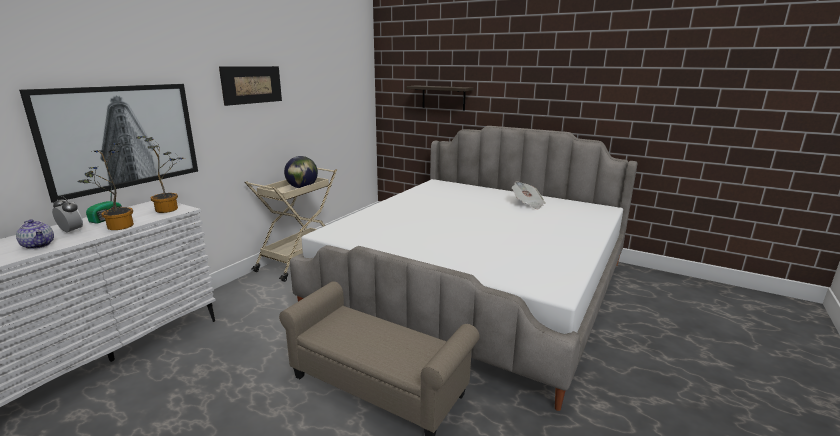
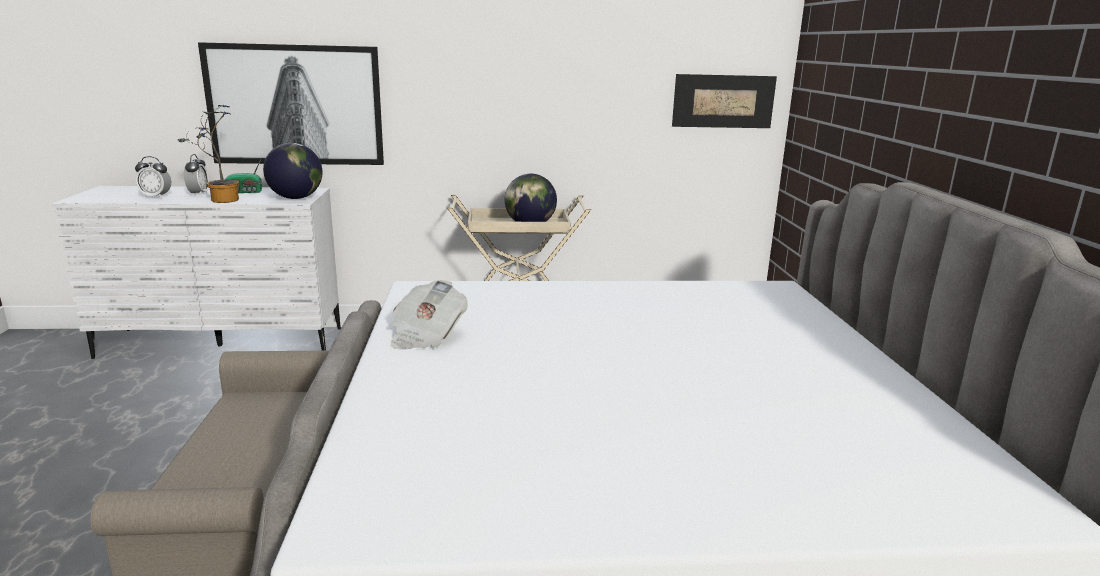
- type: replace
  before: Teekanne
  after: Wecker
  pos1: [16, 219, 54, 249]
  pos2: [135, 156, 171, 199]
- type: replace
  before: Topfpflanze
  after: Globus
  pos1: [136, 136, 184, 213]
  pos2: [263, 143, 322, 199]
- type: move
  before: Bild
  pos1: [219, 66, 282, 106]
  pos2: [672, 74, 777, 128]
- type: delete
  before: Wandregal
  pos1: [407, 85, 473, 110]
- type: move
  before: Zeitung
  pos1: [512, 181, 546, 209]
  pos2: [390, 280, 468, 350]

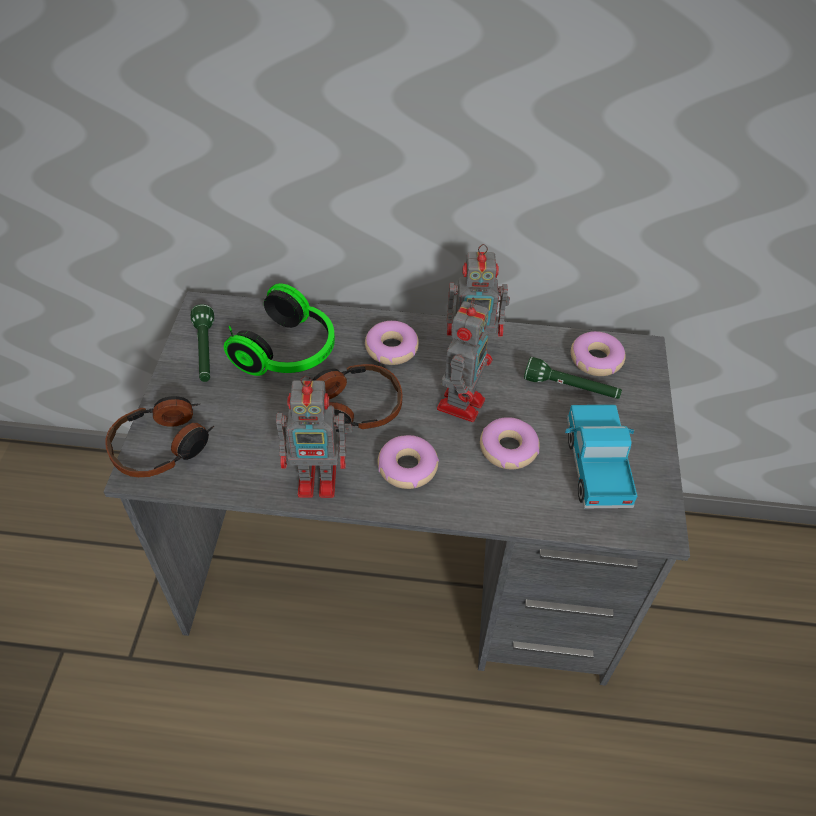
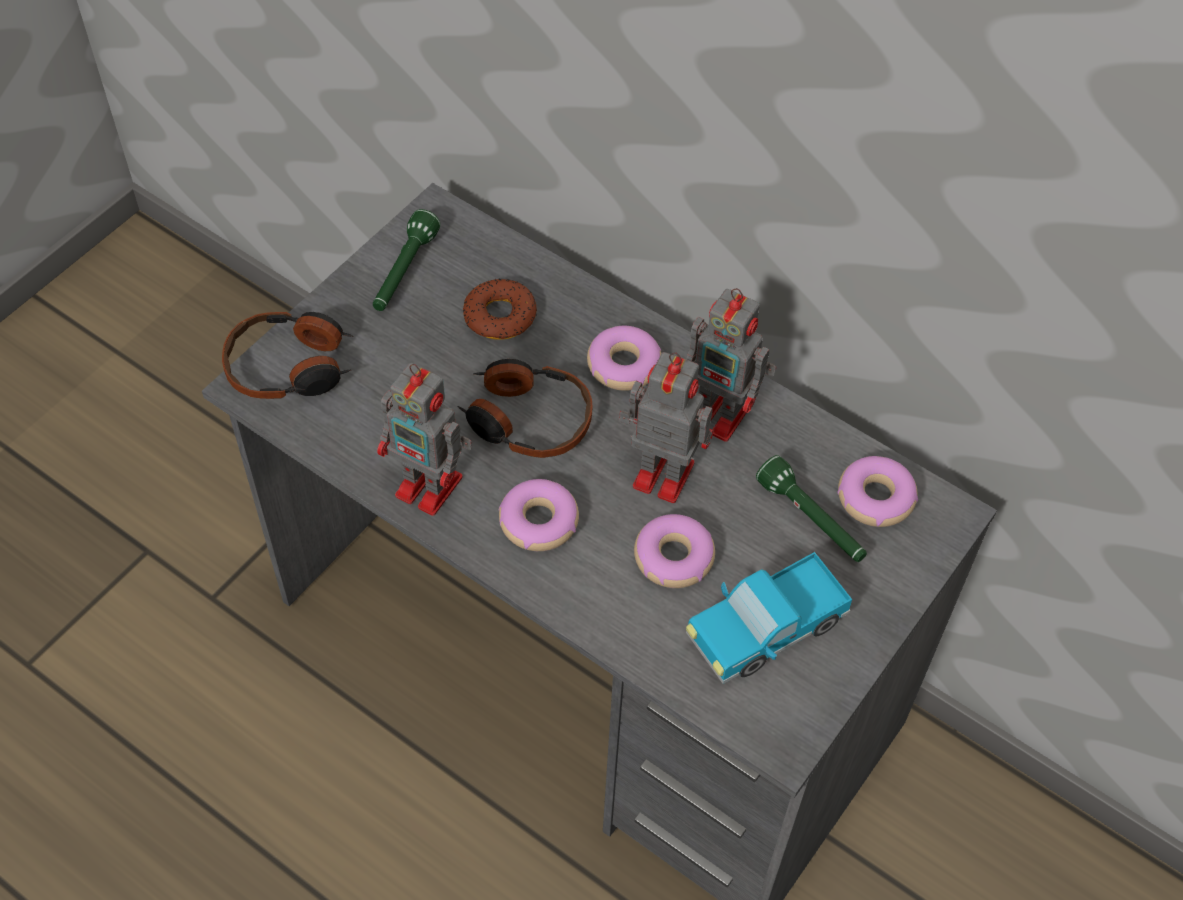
- type: replace
  before: Kopfhörer
  after: Donut
  pos1: [224, 283, 335, 376]
  pos2: [463, 278, 537, 340]
- type: rotate
  before: Spielzeugroboter
  pos1: [437, 297, 492, 422]
  pos2: [619, 352, 713, 503]
  turn: -120
- type: rotate
  before: Spielzeuglaster
  pos1: [565, 405, 637, 508]
  pos2: [686, 552, 852, 684]
  turn: -150

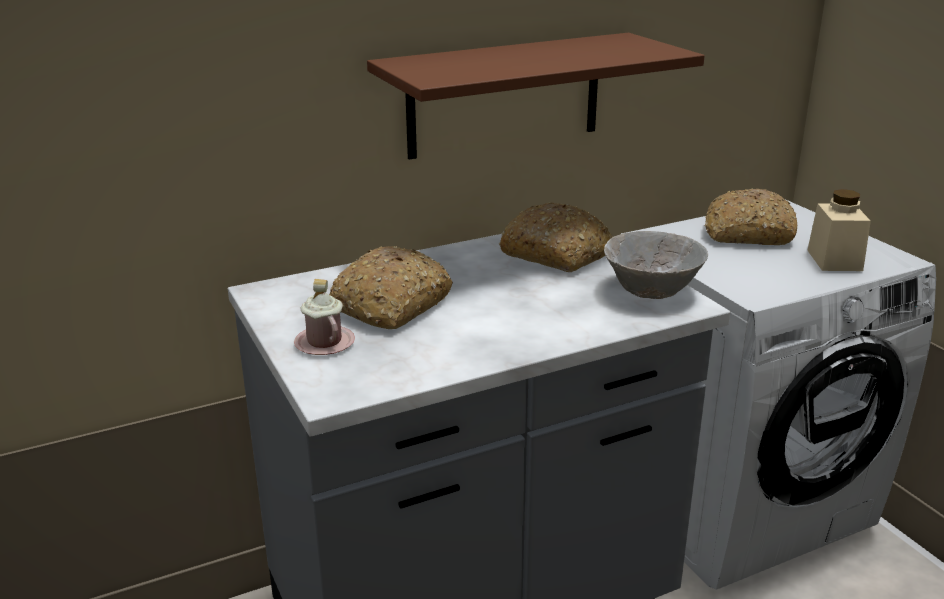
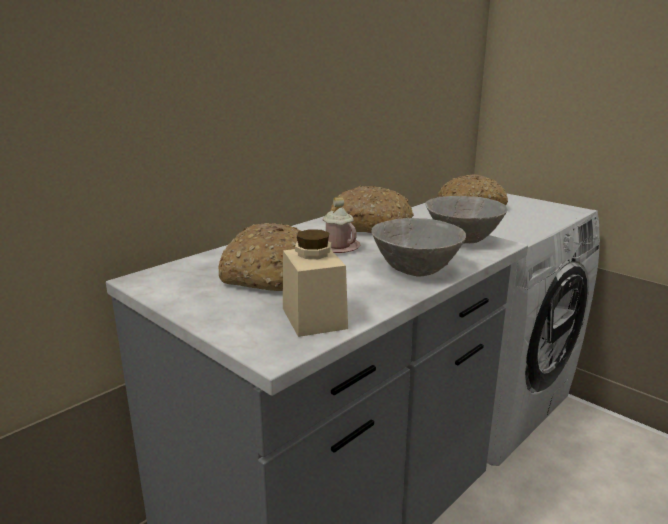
- type: move
  before: Henkelbecher (rosa)
  pos1: [294, 279, 355, 355]
  pos2: [323, 197, 360, 253]
- type: delete
  before: Wandregal (braun)
  pos1: [367, 33, 705, 159]
- type: move
  before: Vorratsglas (beige)
  pos1: [807, 189, 871, 271]
  pos2: [283, 229, 348, 337]
- type: insert
  after: Schüssel (grau)
  pos2: [371, 218, 466, 277]

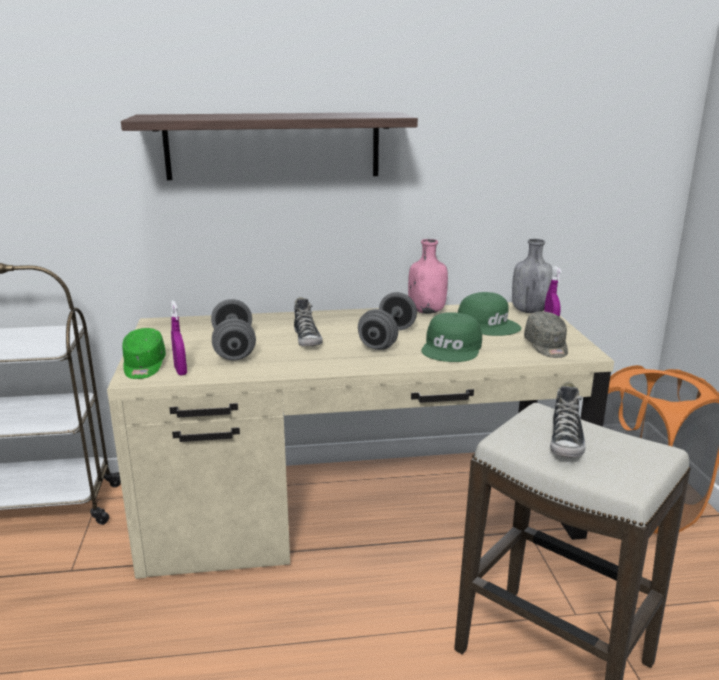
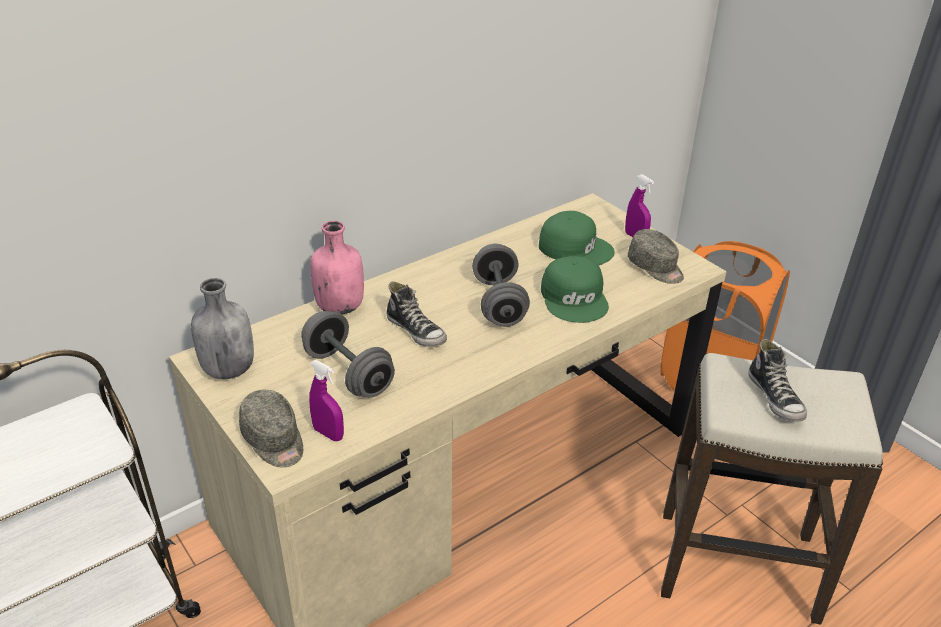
- type: delete
  before: Wandregal
  pos1: [121, 112, 418, 180]
- type: recolor
  before: Kappe (grün)
  after: Kappe (grau)
  pos1: [122, 328, 166, 379]
  pos2: [239, 390, 303, 467]
- type: move
  before: Flasche (rosa)
  pos1: [408, 239, 448, 314]
  pos2: [310, 221, 364, 314]
- type: move
  before: Flasche (grau)
  pos1: [512, 239, 553, 313]
  pos2: [191, 278, 254, 379]

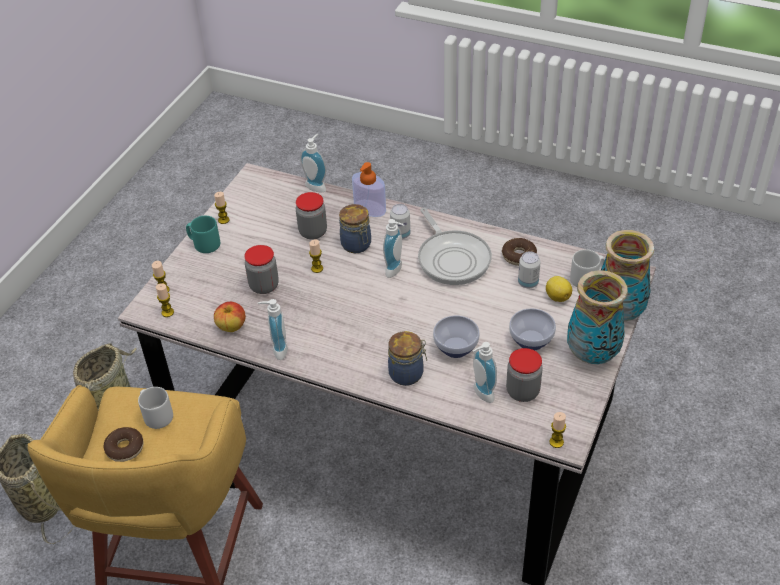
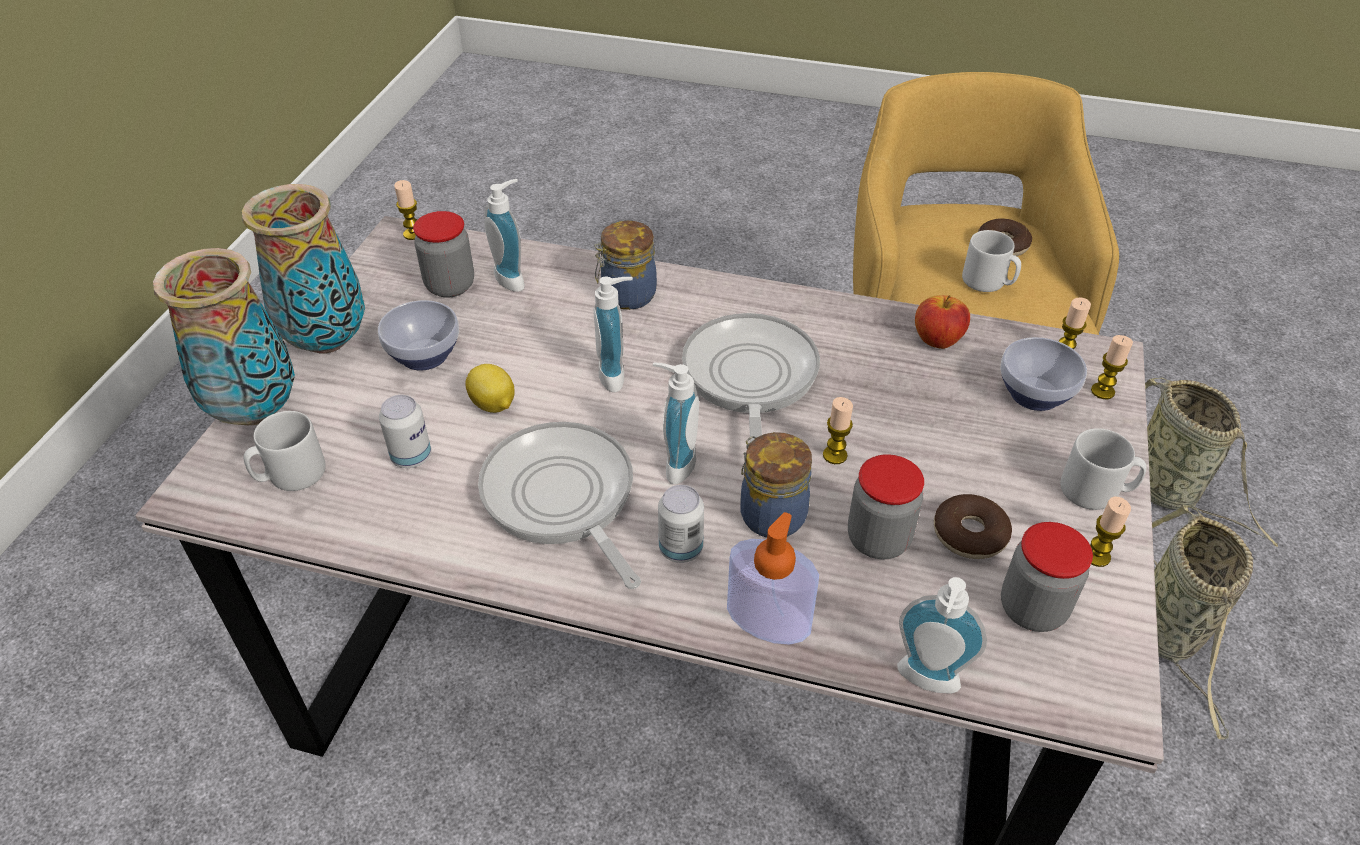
- type: recolor
  before: Henkelbecher (türkis)
  after: Henkelbecher (grau)
  pos1: [186, 216, 220, 253]
  pos2: [1060, 428, 1146, 510]
- type: move
  before: Vorratsglas
  pos1: [244, 245, 279, 294]
  pos2: [1001, 522, 1093, 632]
- type: move
  before: Seifenspender
  pos1: [258, 299, 288, 360]
  pos2: [593, 277, 633, 392]
- type: move
  before: Schüssel
  pos1: [433, 315, 480, 358]
  pos2: [1000, 337, 1087, 411]
- type: move
  before: Donut
  pos1: [502, 238, 537, 266]
  pos2: [934, 494, 1012, 559]
- type: move
  before: Zitrone
  pos1: [546, 276, 572, 302]
  pos2: [465, 364, 515, 413]
- type: insert
  after: Pfanne
  pos2: [682, 313, 820, 442]

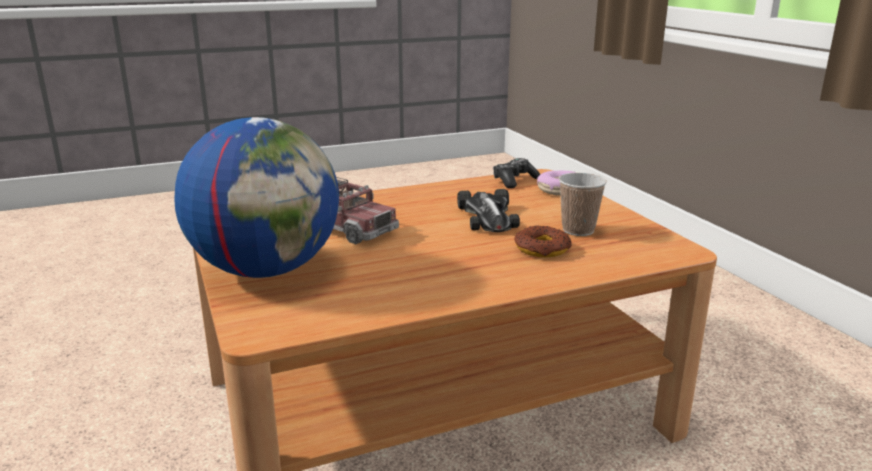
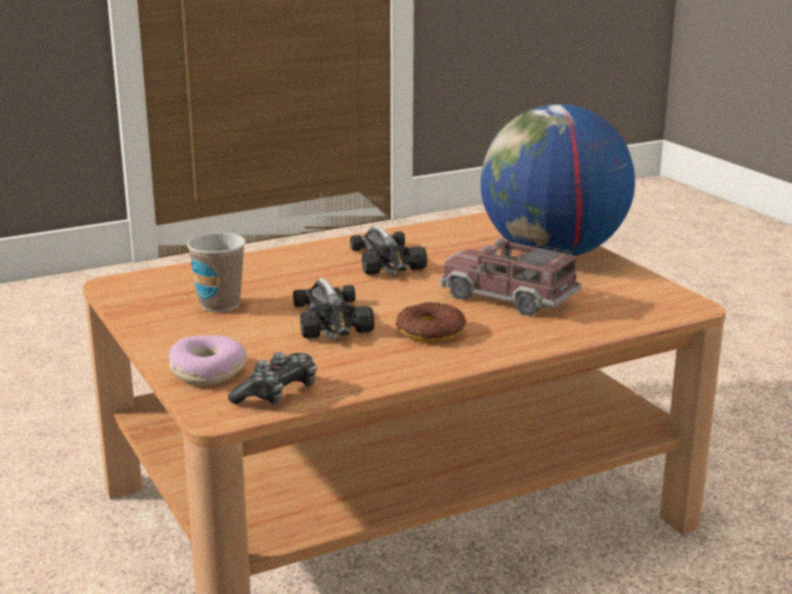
- type: move
  before: Donut
  pos1: [514, 226, 572, 257]
  pos2: [396, 302, 466, 342]
- type: insert
  after: Spielzeugauto
  pos2: [350, 225, 427, 276]

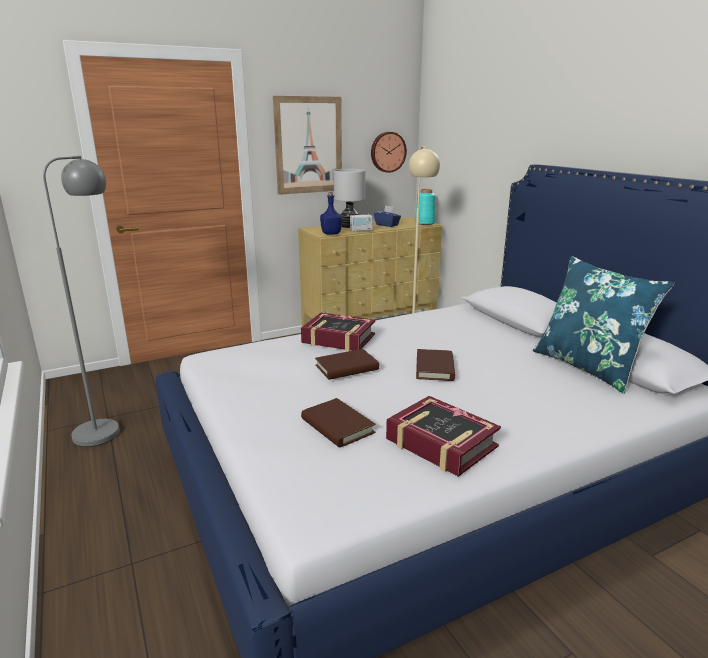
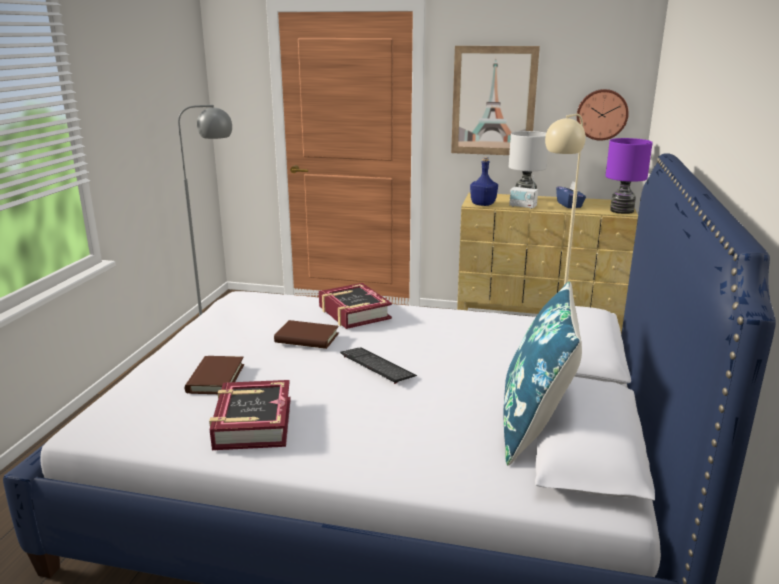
- type: replace
  before: Vase (türkis)
  after: Tischlampe (lila)
  pos1: [415, 189, 435, 225]
  pos2: [605, 138, 653, 214]
- type: replace
  before: Buch (braun)
  after: Tastatur
  pos1: [416, 349, 455, 381]
  pos2: [340, 348, 417, 384]

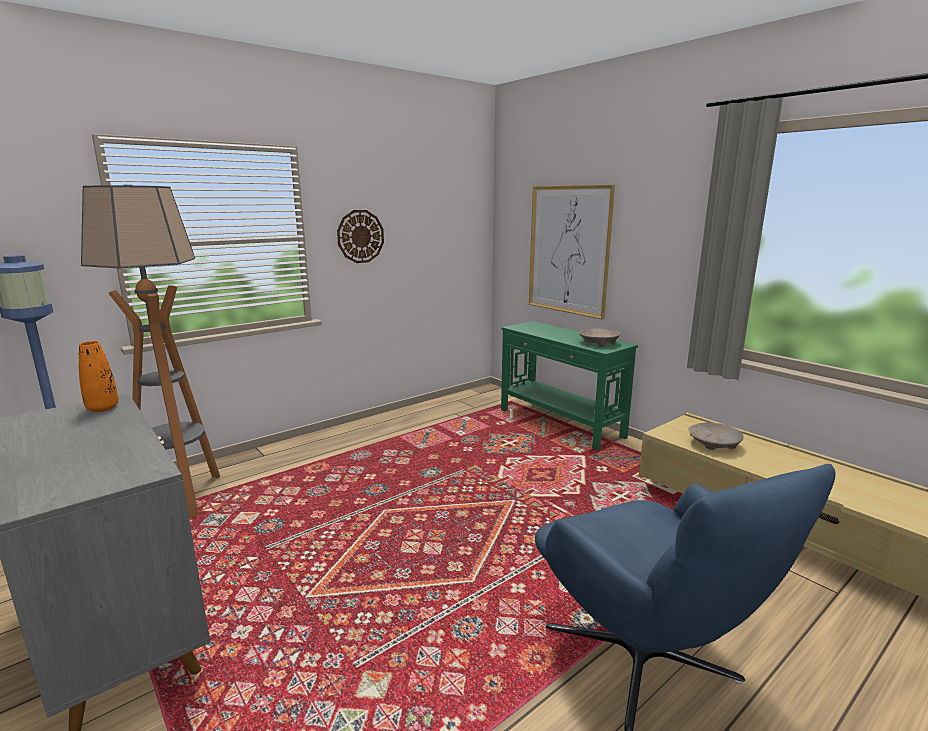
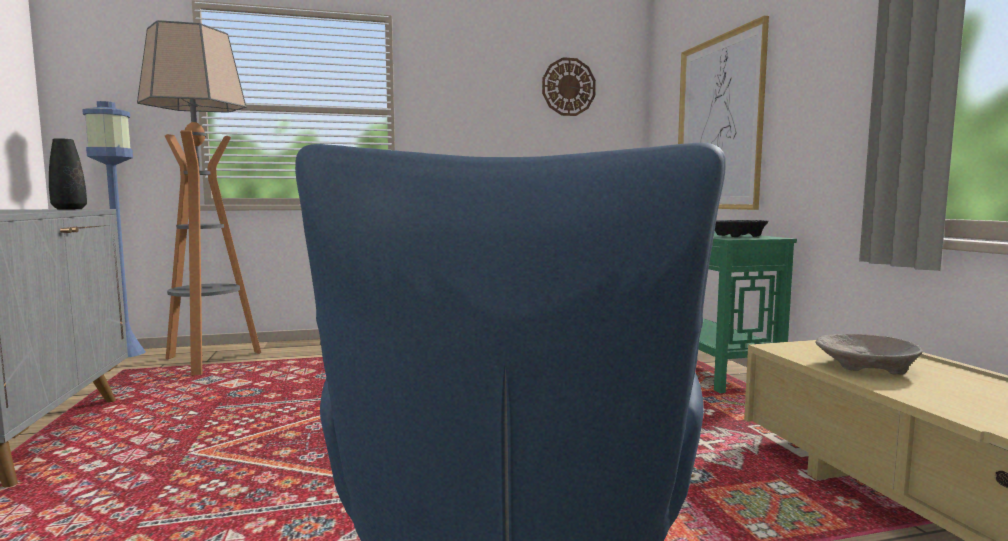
- type: recolor
  before: Vase (orange)
  after: Vase (schwarz)
  pos1: [79, 341, 119, 412]
  pos2: [49, 138, 87, 210]
- type: move
  before: Wanduhr
  pos1: [337, 210, 384, 263]
  pos2: [542, 57, 596, 116]
- type: recolor
  before: Schüssel (beige)
  after: Schüssel (schwarz)
  pos1: [579, 328, 620, 346]
  pos2: [715, 220, 769, 237]

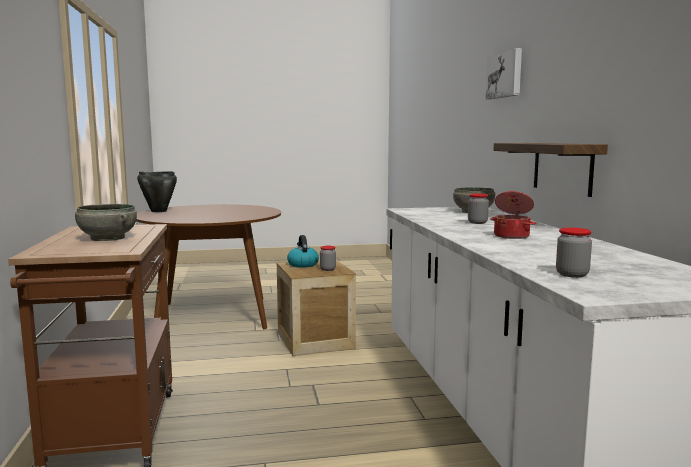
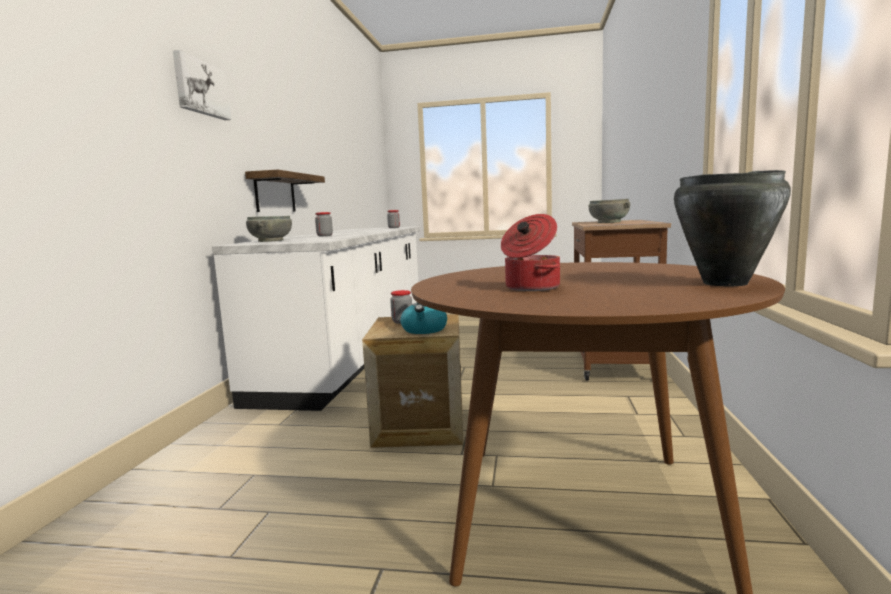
- type: move
  before: Kochtopf
  pos1: [490, 191, 536, 239]
  pos2: [501, 214, 560, 291]

